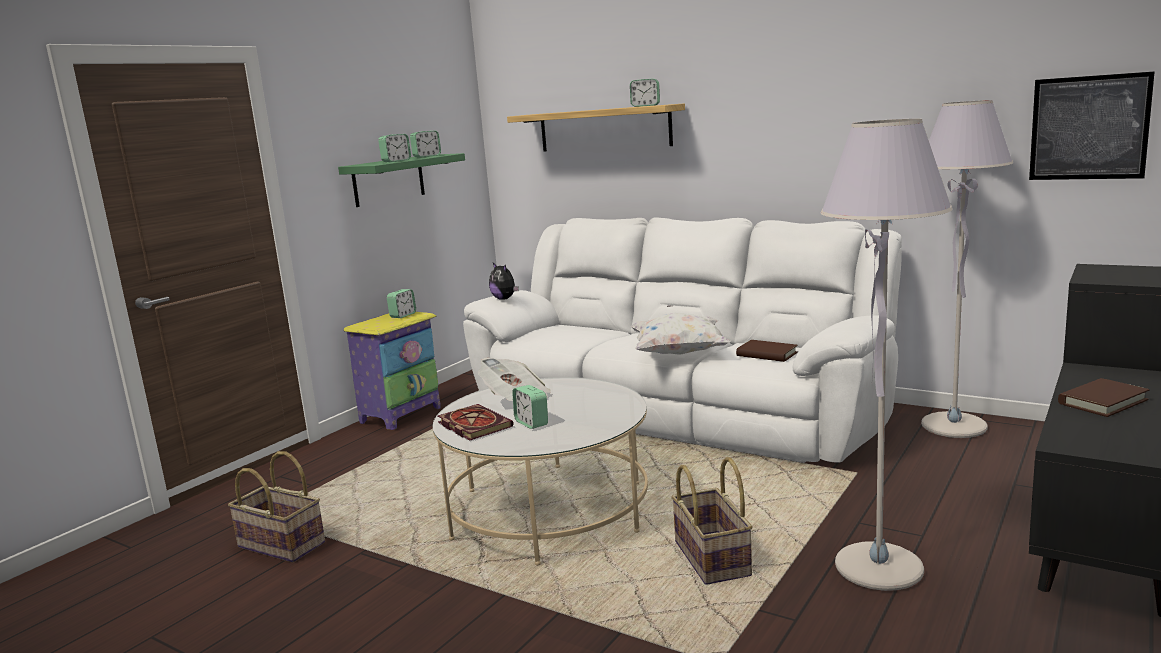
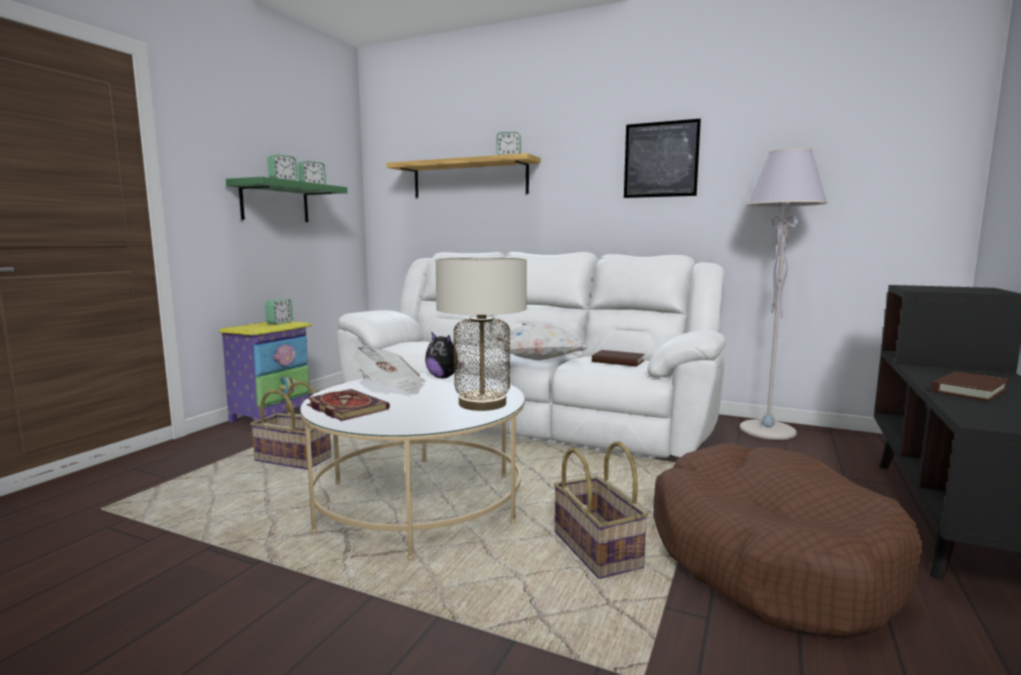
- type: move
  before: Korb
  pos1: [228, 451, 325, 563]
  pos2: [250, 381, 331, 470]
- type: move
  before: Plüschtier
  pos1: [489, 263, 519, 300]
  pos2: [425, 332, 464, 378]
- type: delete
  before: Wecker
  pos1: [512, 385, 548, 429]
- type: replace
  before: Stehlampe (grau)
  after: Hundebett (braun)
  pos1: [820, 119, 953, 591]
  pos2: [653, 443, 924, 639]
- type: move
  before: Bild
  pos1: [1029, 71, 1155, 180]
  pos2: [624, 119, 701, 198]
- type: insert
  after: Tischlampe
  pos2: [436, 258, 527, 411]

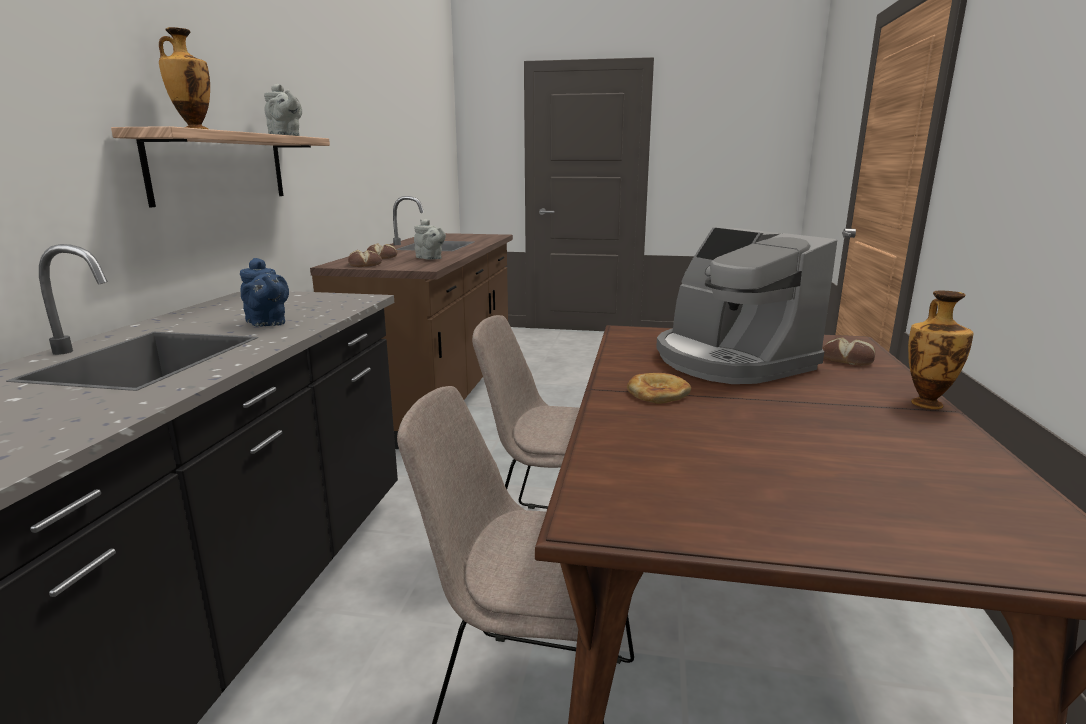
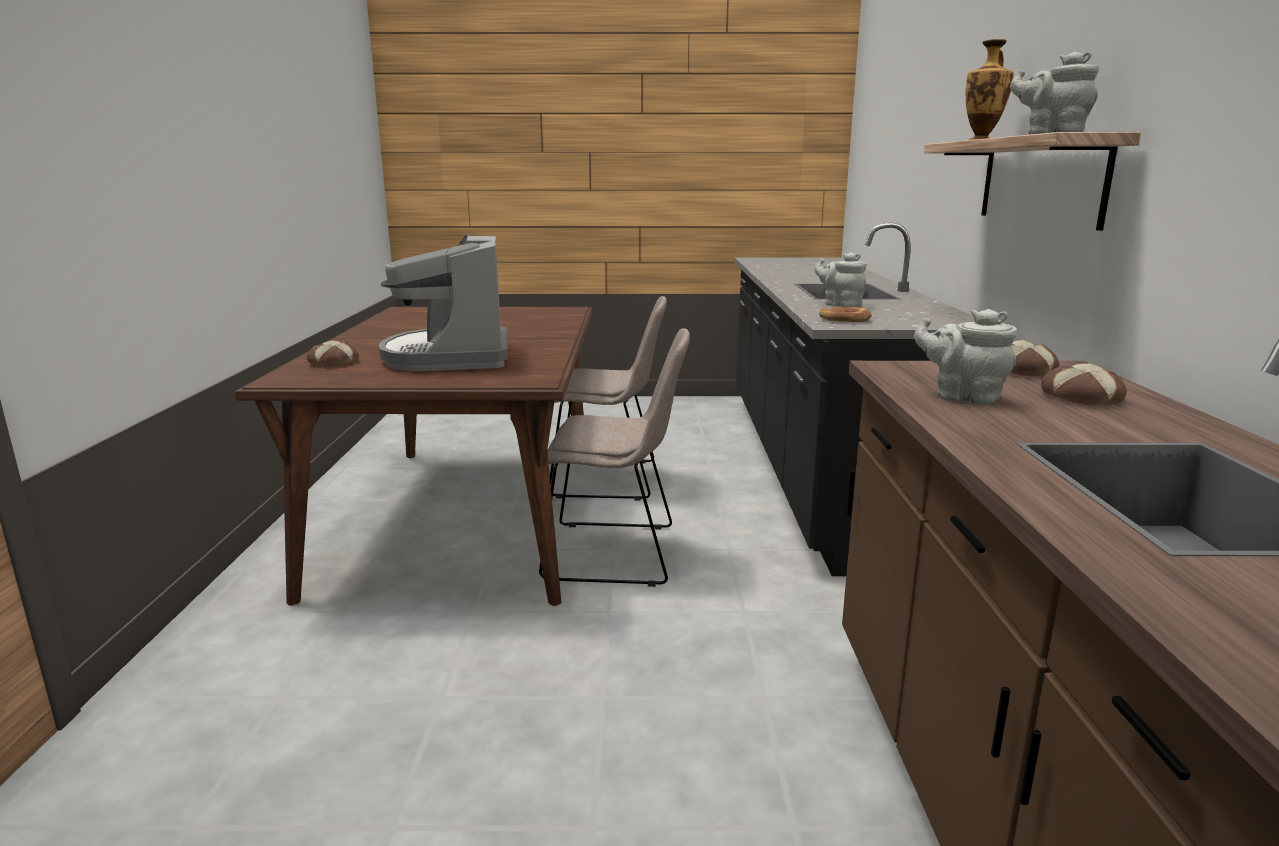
- type: recolor
  before: Teekanne (blau)
  after: Teekanne (grau)
  pos1: [240, 258, 289, 327]
  pos2: [814, 252, 867, 307]
- type: move
  before: Brot
  pos1: [627, 373, 691, 404]
  pos2: [819, 307, 871, 322]
- type: rotate
  before: Kaffeemaschine
  pos1: [656, 227, 837, 384]
  pos2: [379, 235, 508, 371]
  turn: -150
- type: delete
  before: Vase
  pos1: [908, 290, 974, 409]

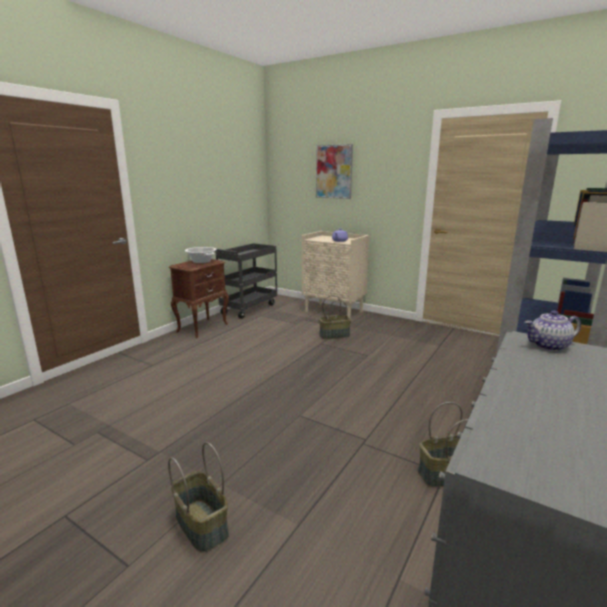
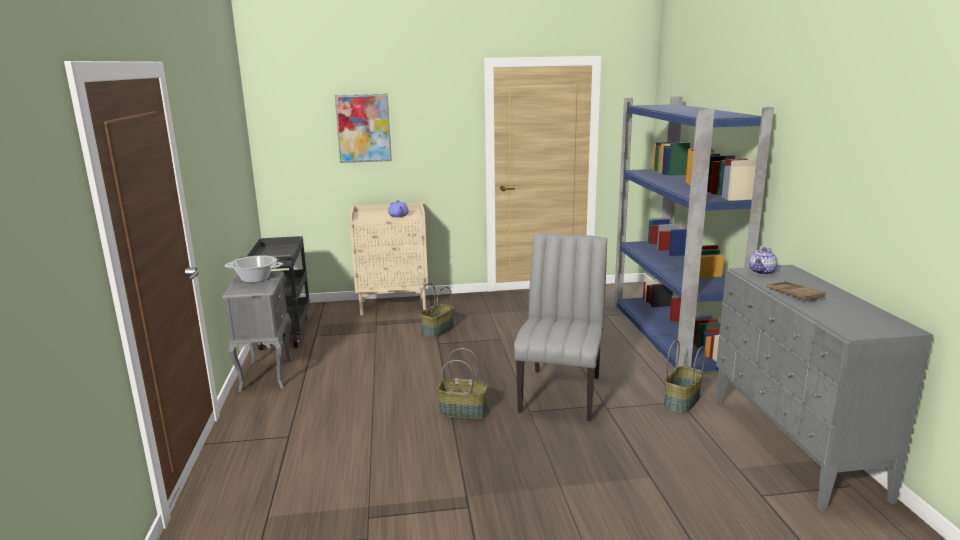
- type: move
  before: Korb
  pos1: [168, 442, 229, 553]
  pos2: [436, 348, 488, 419]
- type: recolor
  before: Nachttisch (braun)
  after: Nachttisch (grau)
  pos1: [169, 259, 229, 338]
  pos2: [222, 271, 293, 392]
- type: insert
  after: Stuhl (grau)
  pos2: [514, 233, 607, 421]
- type: insert
  after: Tablett (braun)
  pos2: [768, 281, 825, 301]

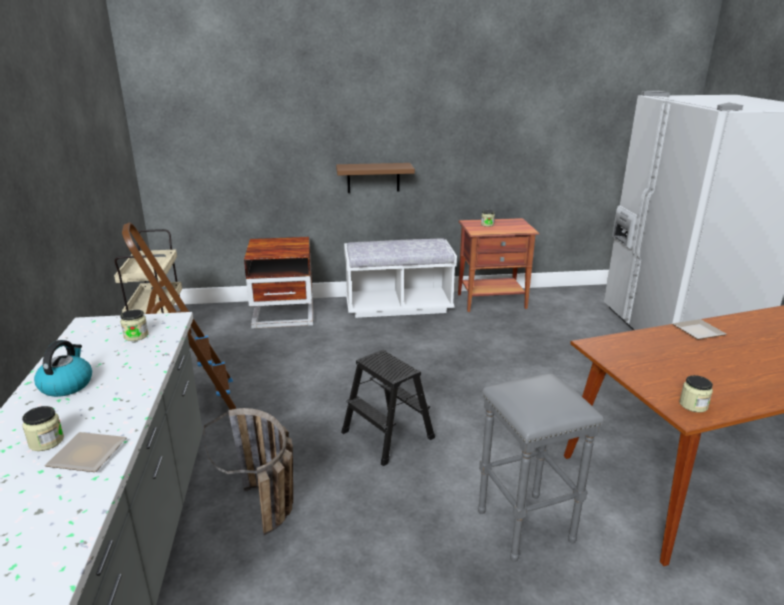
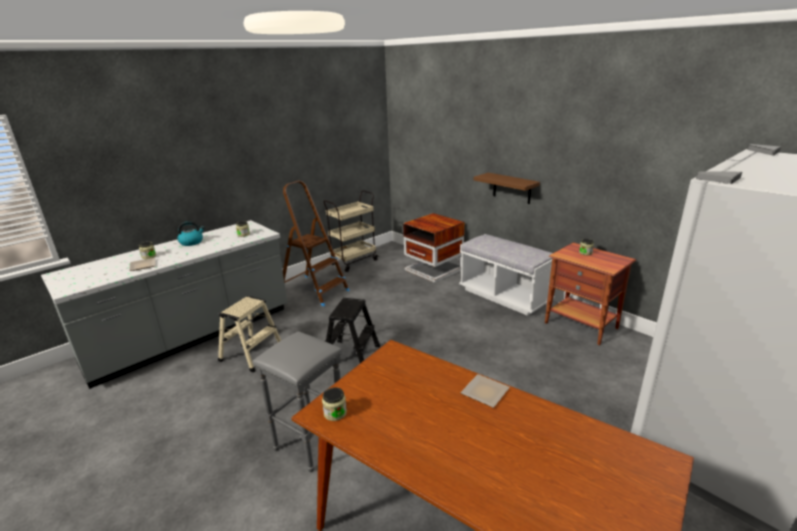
- type: replace
  before: Korb
  after: Trittleiter (beige)
  pos1: [204, 408, 293, 535]
  pos2: [217, 296, 281, 373]

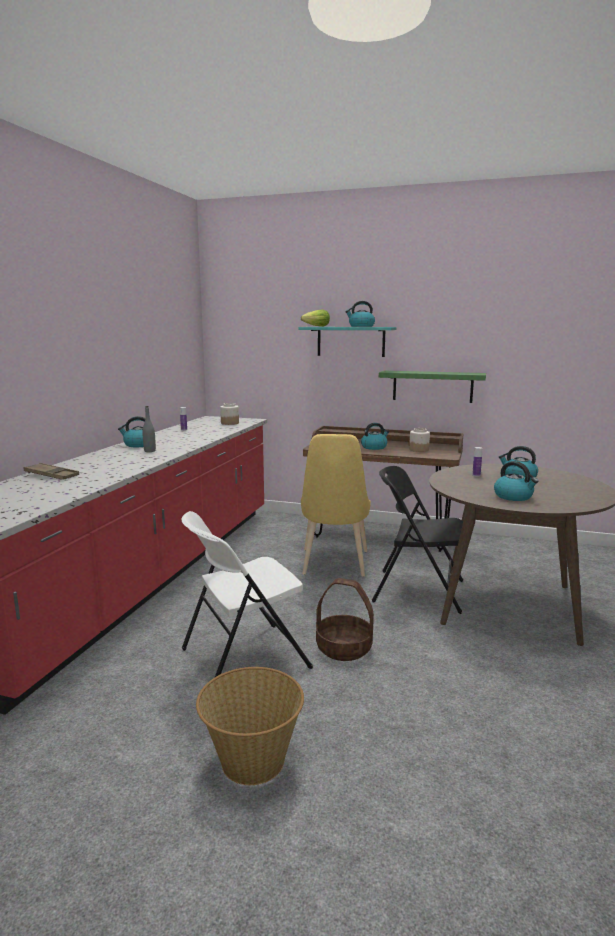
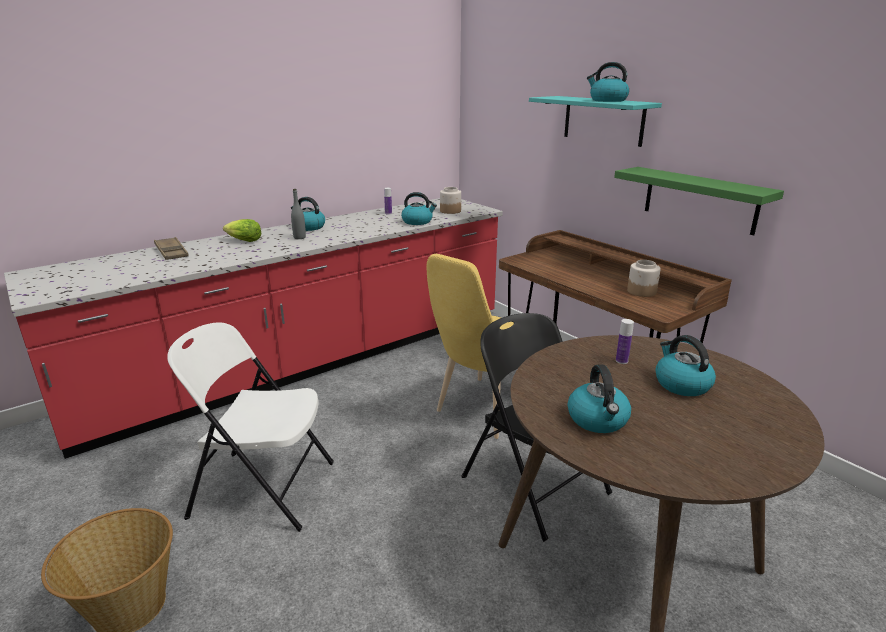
- type: move
  before: Salatkopf
  pos1: [301, 310, 330, 327]
  pos2: [223, 219, 261, 242]
- type: delete
  before: Korb
  pos1: [316, 578, 374, 661]
- type: move
  before: Wasserkessel
  pos1: [361, 423, 389, 450]
  pos2: [401, 192, 437, 225]

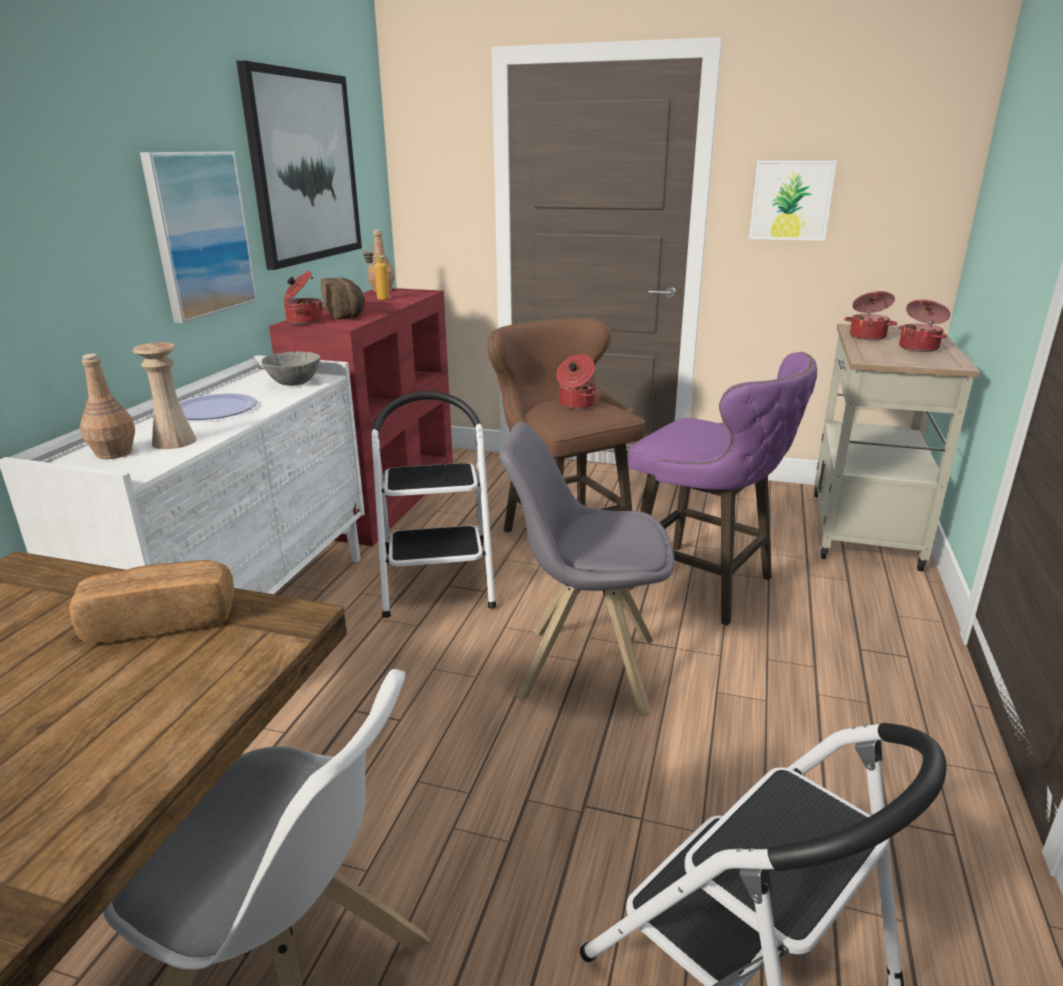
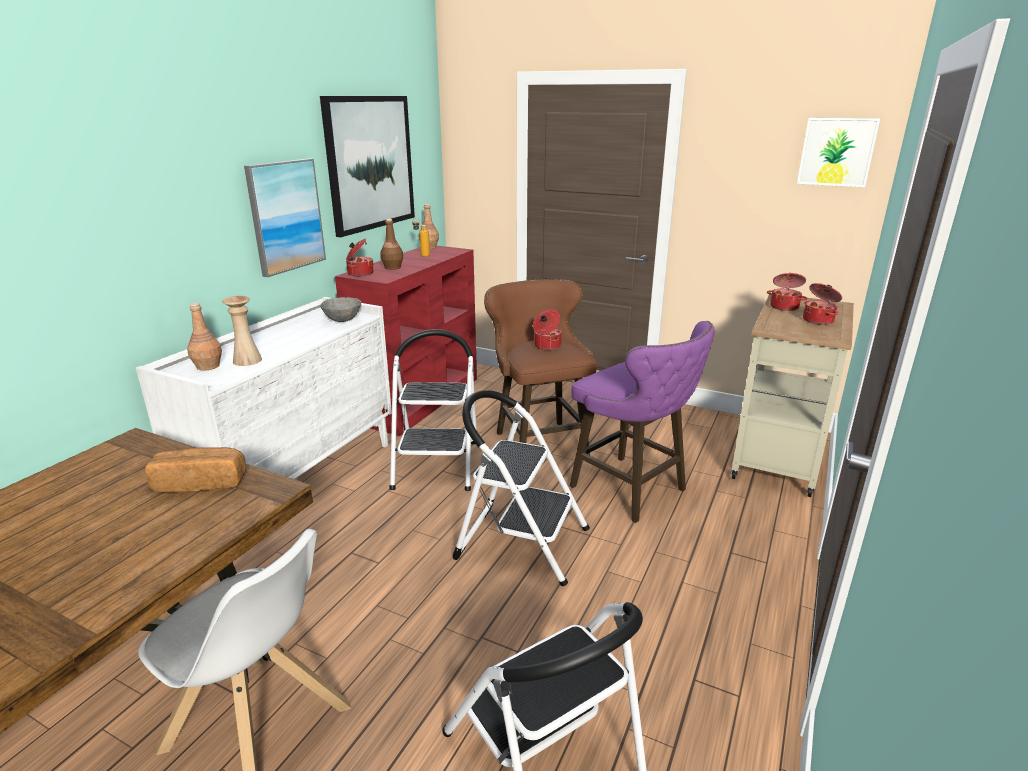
- type: delete
  before: Teller
  pos1: [179, 393, 257, 420]
- type: replace
  before: Brot
  after: Flasche (braun)
  pos1: [321, 277, 365, 320]
  pos2: [380, 219, 403, 270]
- type: replace
  before: Stuhl (grau)
  after: Trittleiter
  pos1: [499, 422, 674, 716]
  pos2: [453, 390, 590, 586]
- type: move
  before: Bild
  pos1: [749, 161, 837, 241]
  pos2: [797, 118, 880, 187]

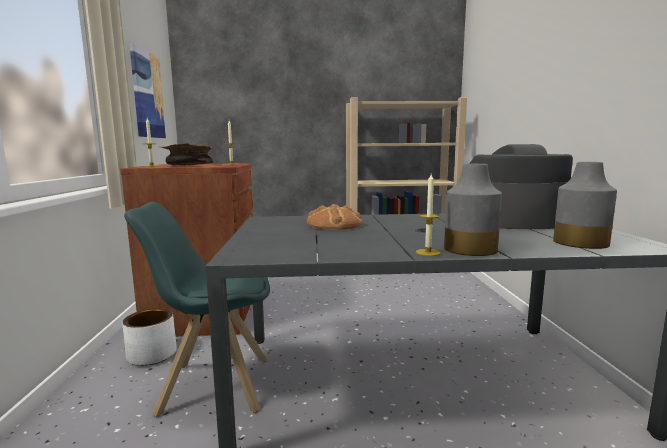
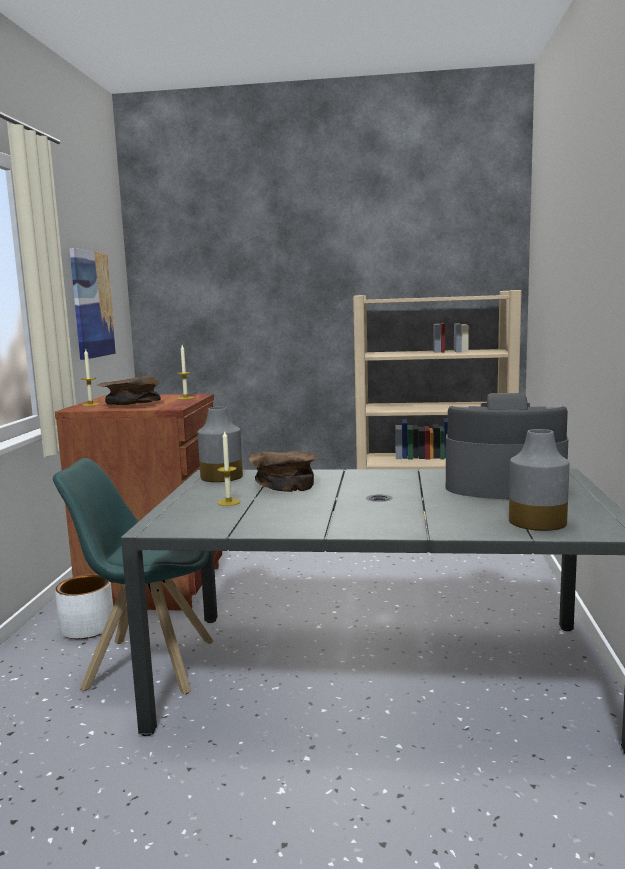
- type: replace
  before: Brot
  after: Schüssel (braun)
  pos1: [307, 204, 363, 230]
  pos2: [249, 451, 319, 492]
- type: move
  before: Kerze
  pos1: [416, 174, 441, 256]
  pos2: [217, 430, 240, 506]
- type: move
  before: Vase (grau)
  pos1: [444, 164, 502, 256]
  pos2: [198, 407, 243, 482]

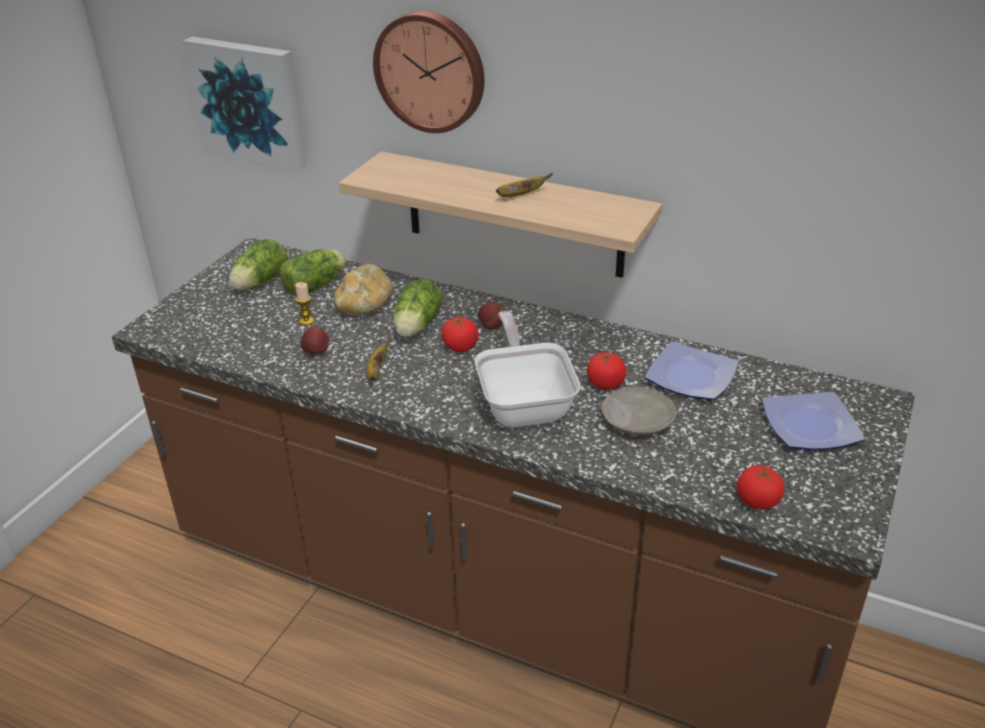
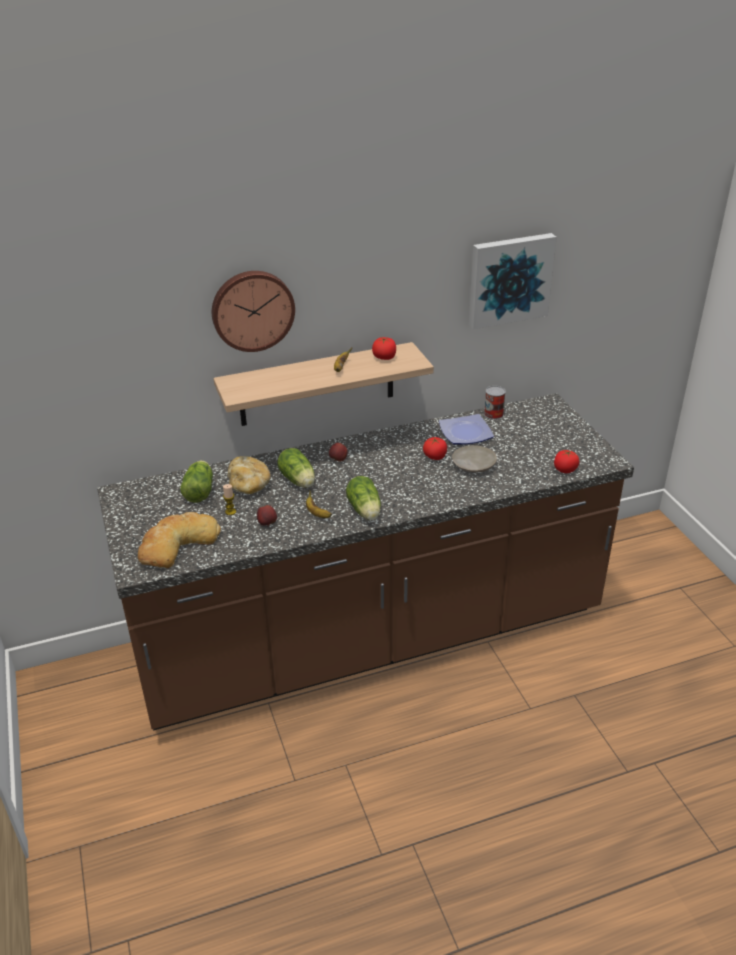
- type: move
  before: Bild
  pos1: [183, 36, 307, 172]
  pos2: [469, 233, 557, 329]
- type: move
  before: Salatkopf
  pos1: [229, 239, 288, 290]
  pos2: [346, 476, 381, 520]
- type: move
  before: Tomate
  pos1: [441, 317, 479, 352]
  pos2: [372, 337, 396, 360]
- type: delete
  before: Pfanne
  pos1: [475, 311, 581, 427]
- type: delete
  before: Teller
  pos1: [762, 392, 865, 450]
- type: insert
  after: Brot
  pos2: [138, 512, 221, 568]
- type: insert
  after: Dose
  pos2: [484, 386, 506, 419]

